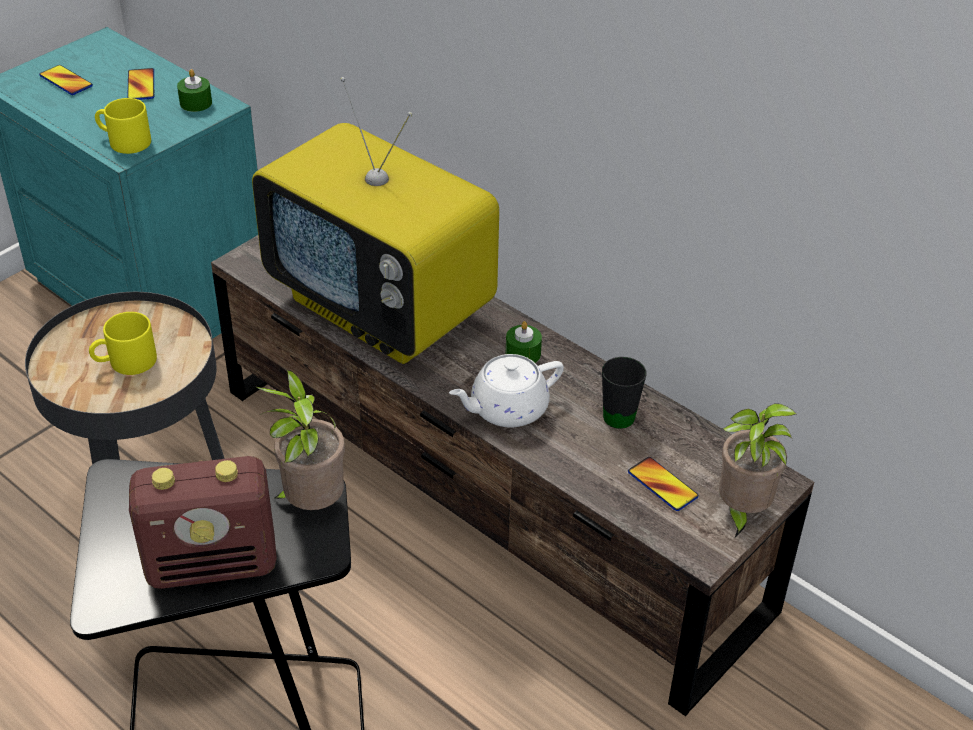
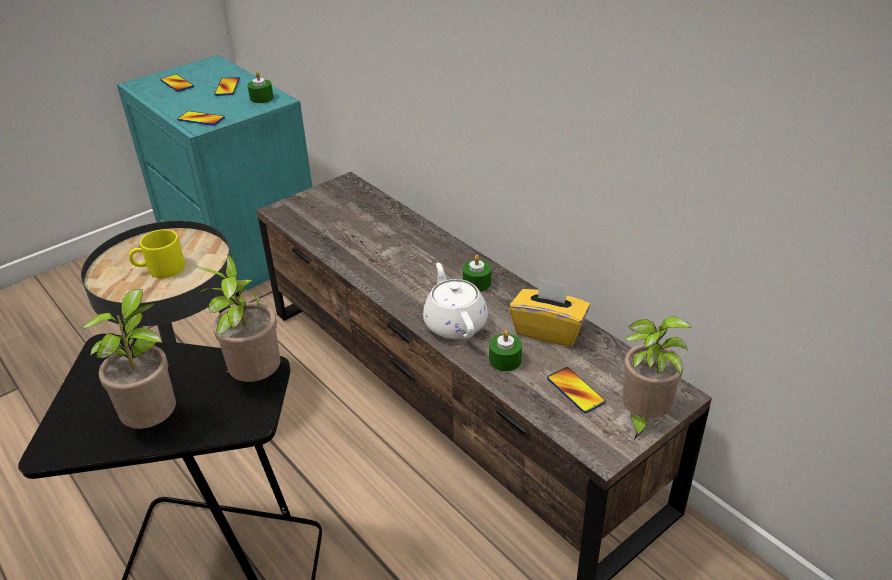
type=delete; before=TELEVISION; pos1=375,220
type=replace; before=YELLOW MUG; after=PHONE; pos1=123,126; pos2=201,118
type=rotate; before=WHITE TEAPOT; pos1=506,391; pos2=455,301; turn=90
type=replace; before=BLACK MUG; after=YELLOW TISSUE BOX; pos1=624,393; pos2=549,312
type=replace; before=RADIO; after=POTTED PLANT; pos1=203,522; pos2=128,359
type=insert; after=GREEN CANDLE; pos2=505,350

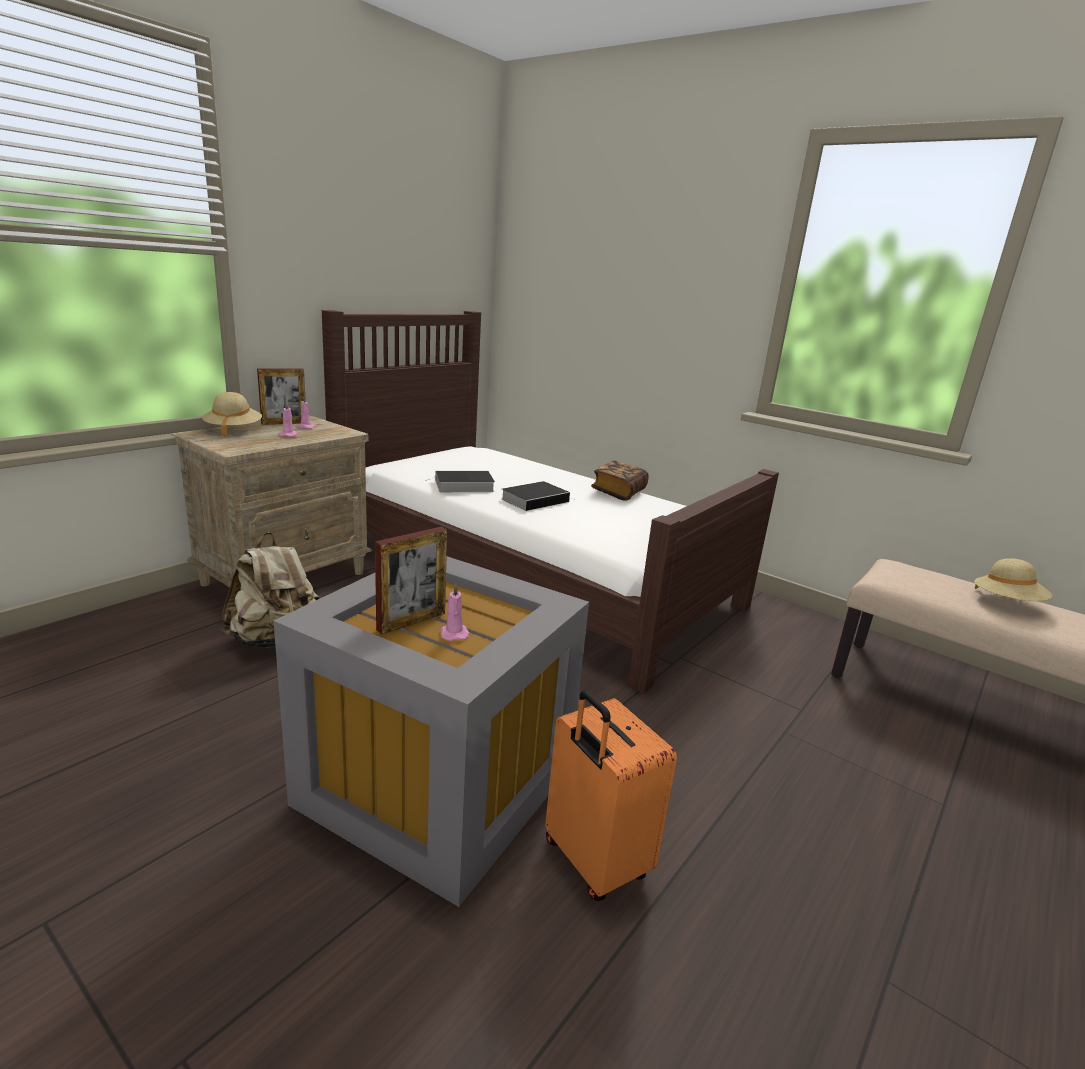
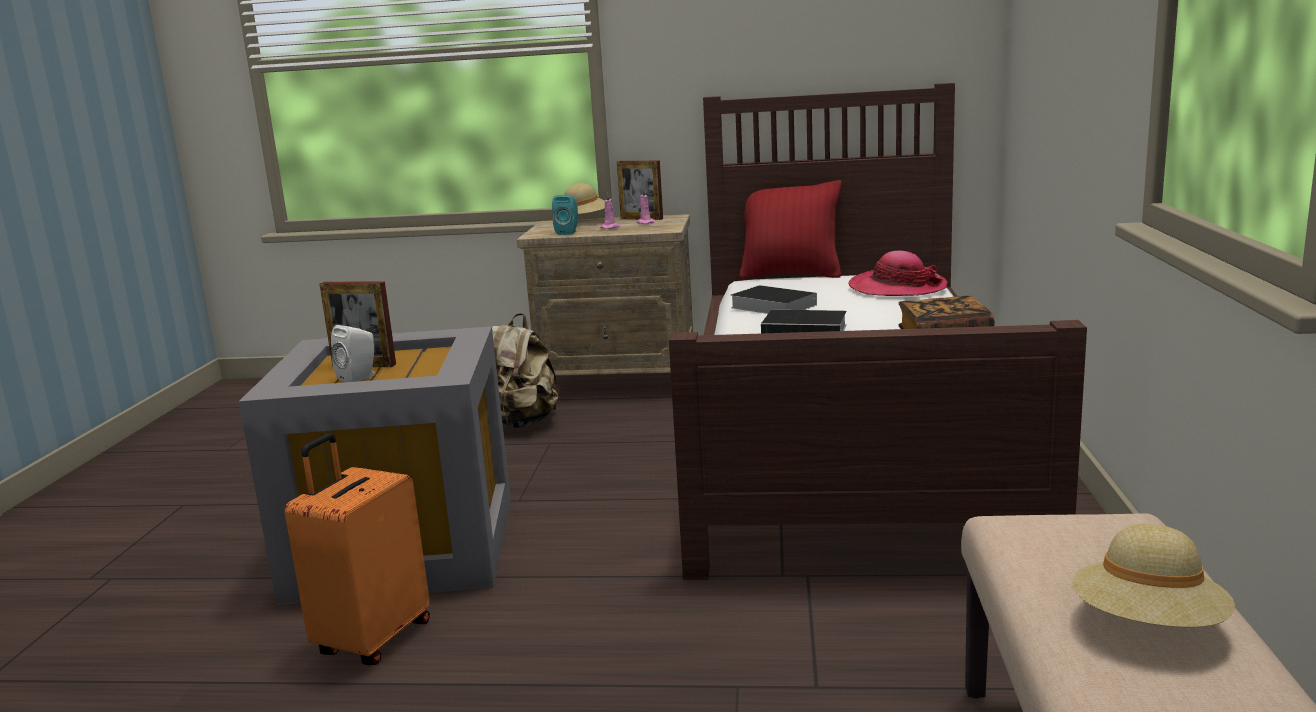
type=replace; before=PINK CANDLE; after=WHITE SPEAKER; pos1=455,612; pos2=353,353
type=insert; after=RED PILLOW; pos2=790,229
type=insert; after=TURQUOISE SPEAKER; pos2=565,215
type=insert; after=HAT; pos2=898,273

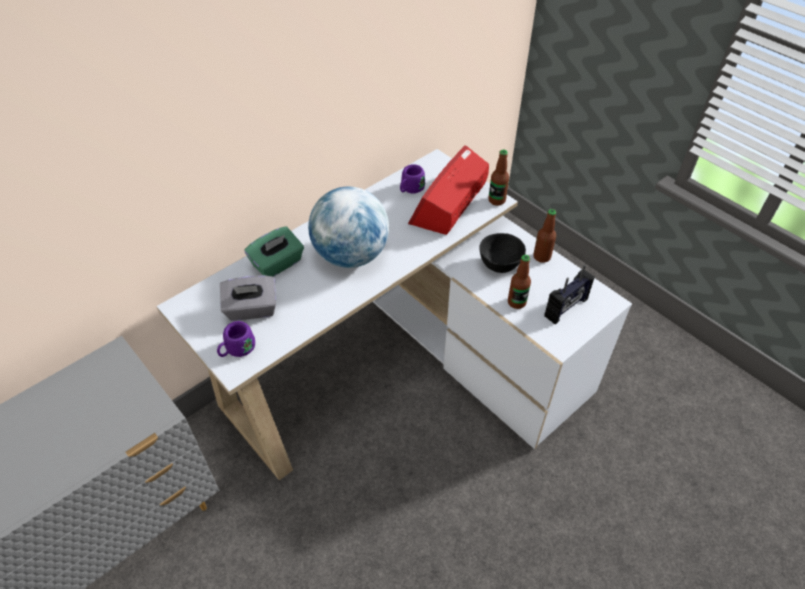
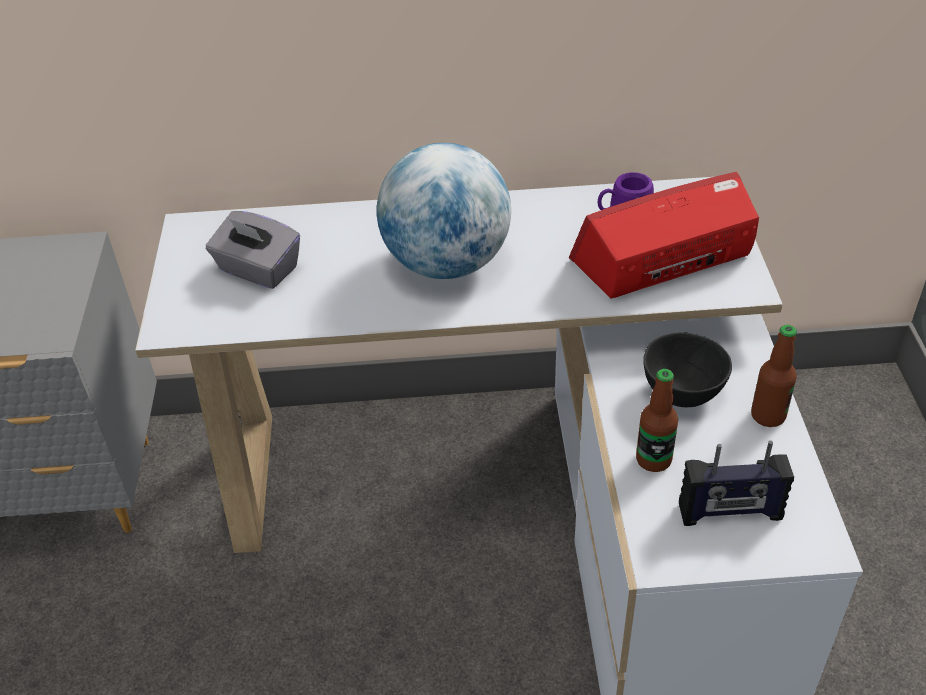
type=delete; before=BOTTLE; pos1=498,178
type=delete; before=GREEN TISSUE BOX; pos1=274,251
type=delete; before=PURPLE MUG; pos1=236,339

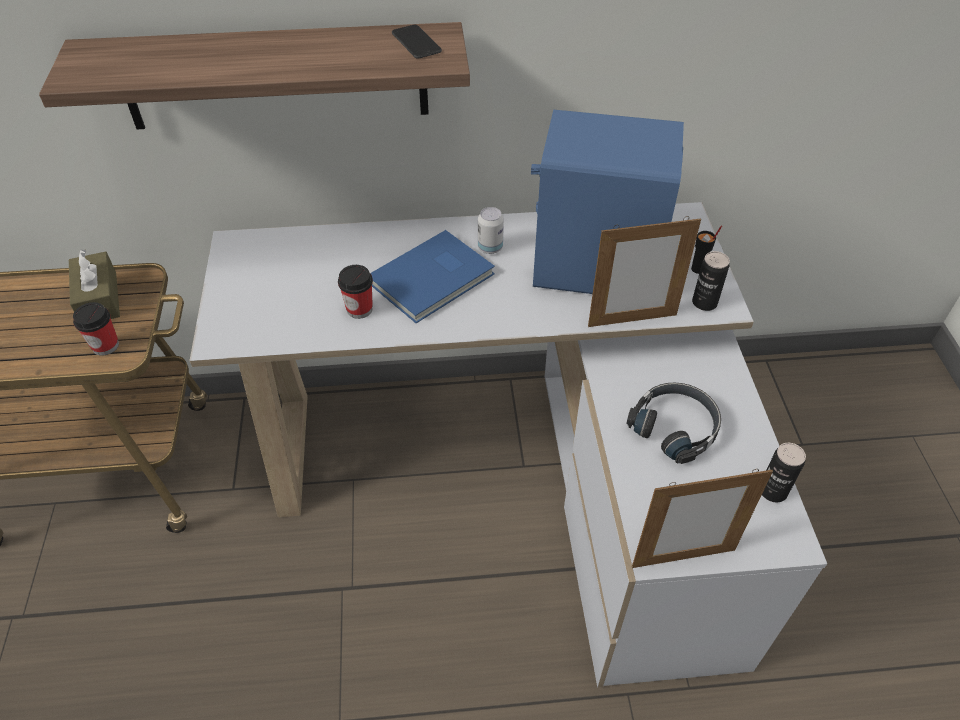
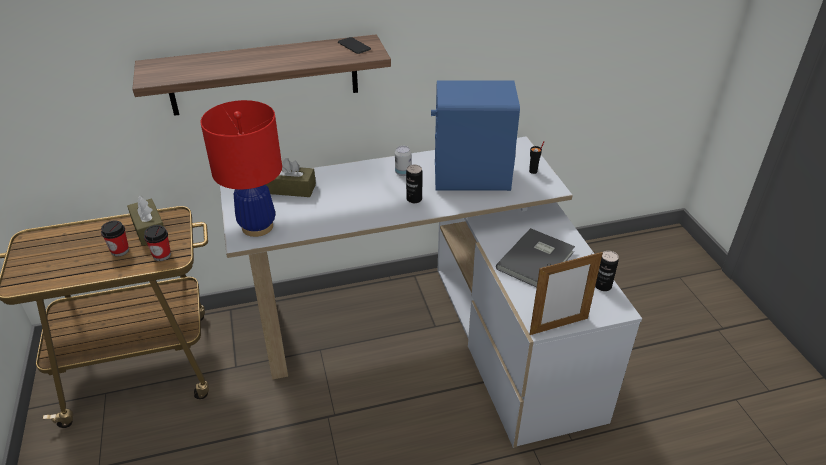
type=delete; before=PICTURE FRAME; pos1=644,271
type=delete; before=BLUE BOOK; pos1=432,276
type=move; before=CAN; pos1=711,281; pos2=414,184
type=move; before=CUP; pos1=355,292; pos2=115,239
type=replace; before=BLACK HEADPHONES; after=GREY BOOK; pos1=673,423; pos2=535,258
type=insert; after=RED TABLE LAMP; pos2=241,168
type=insert; after=BROWN TISSUE BOX; pos2=291,177

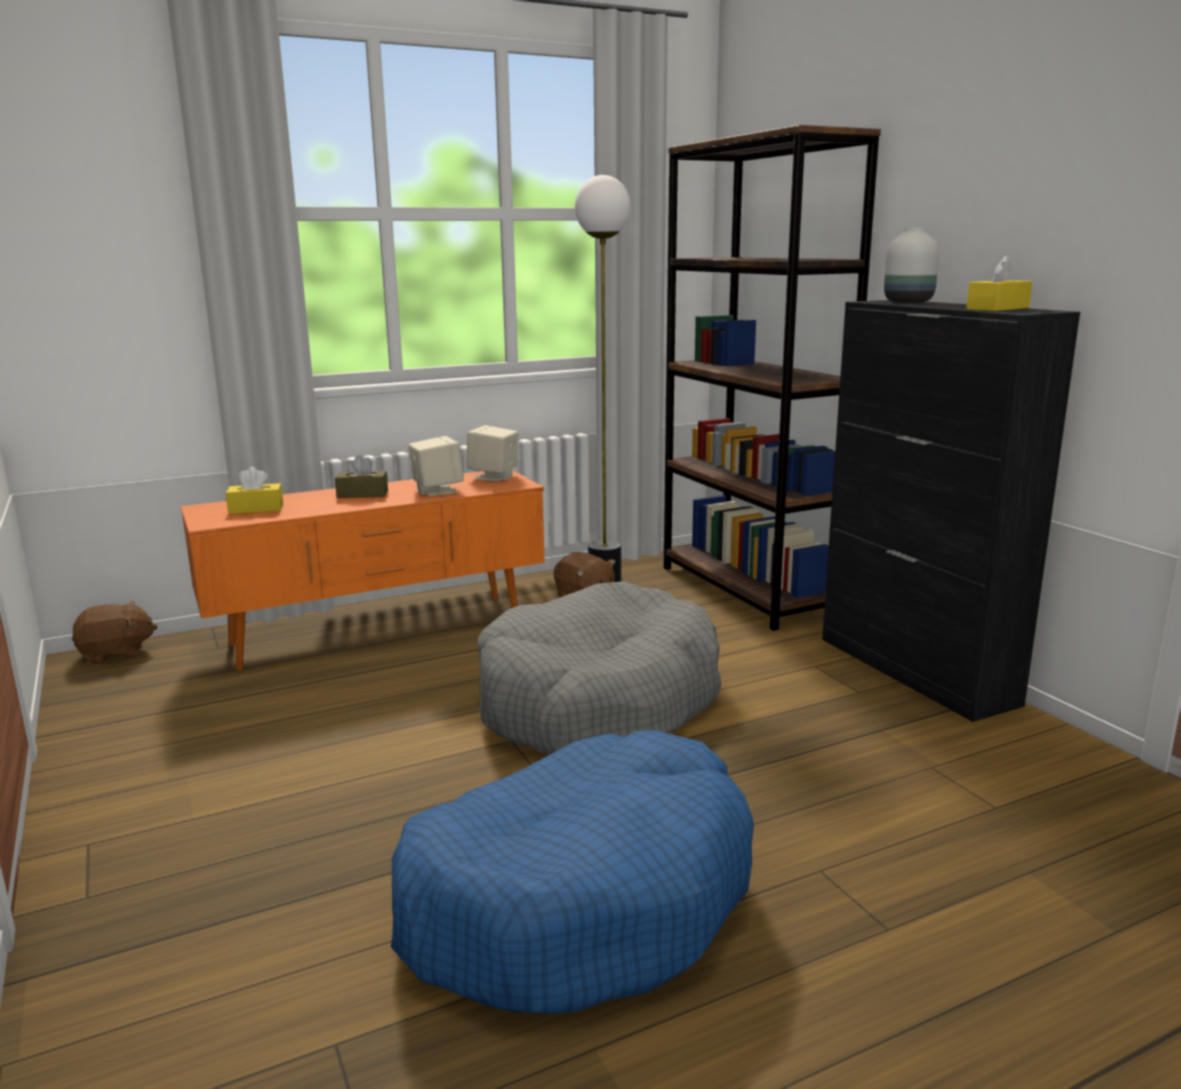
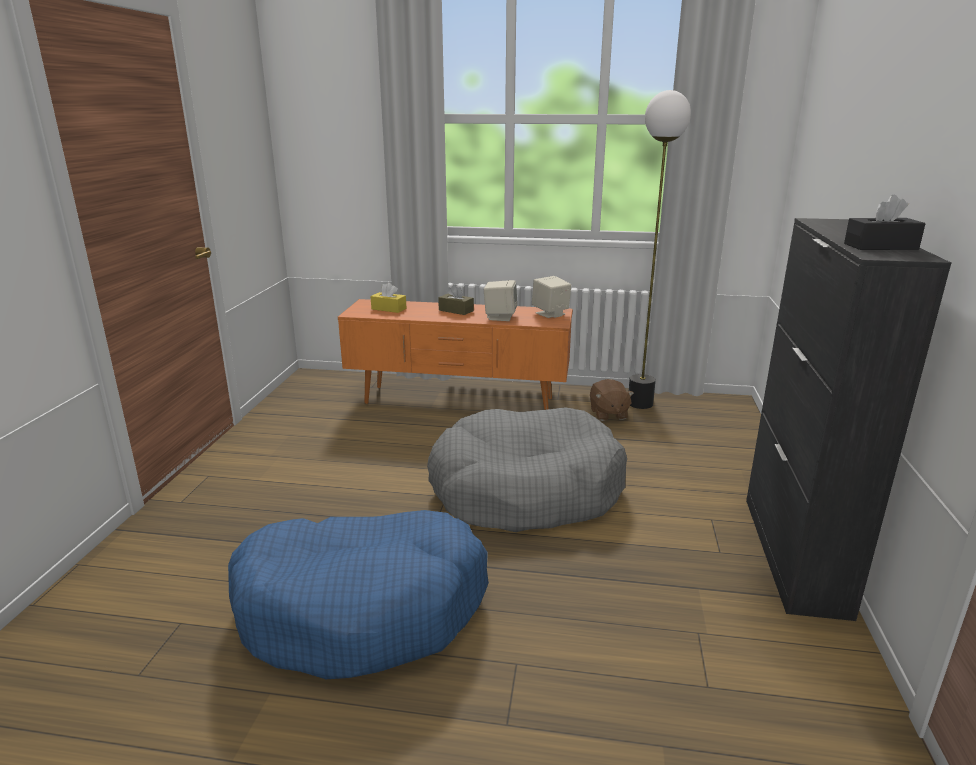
type=delete; before=BROWN BOOKCASE; pos1=772,378
type=delete; before=WHITE VASE; pos1=911,265
type=recolor; before=YELLOW TISSUE BOX; after=BLACK TISSUE BOX; pos1=999,283; pos2=885,222
type=delete; before=BROWN PLUSH TOY; pos1=115,633

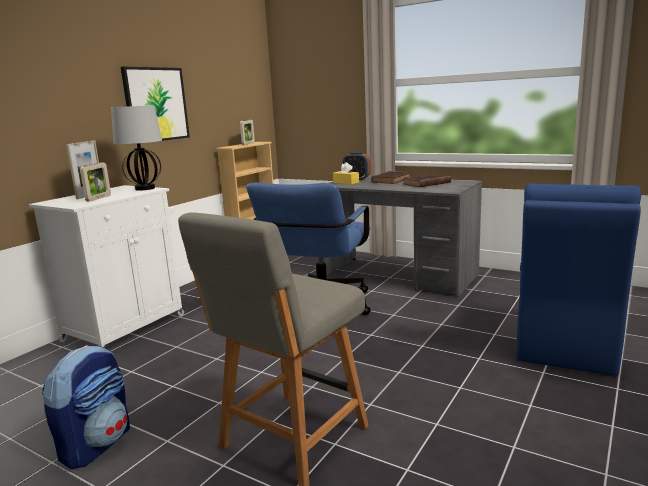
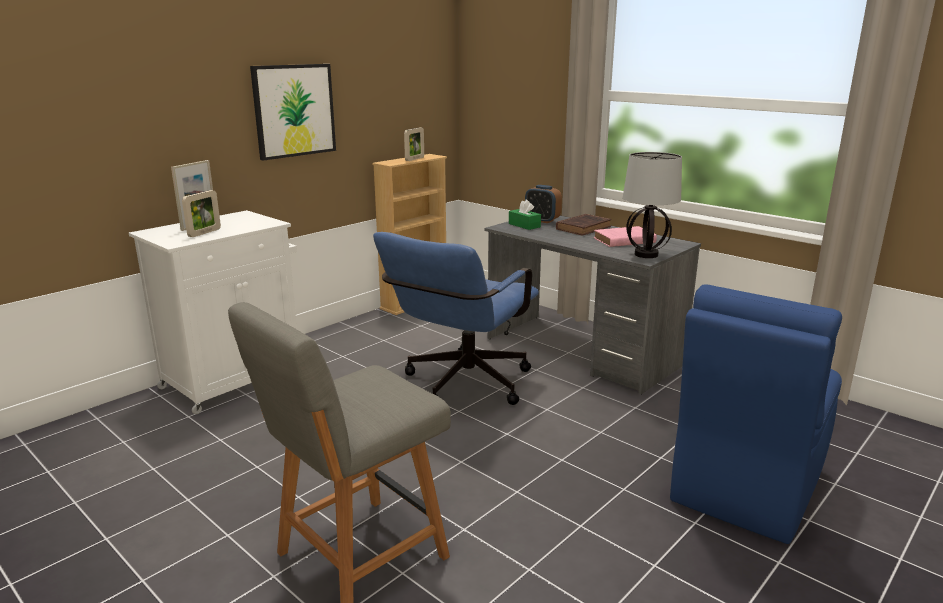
type=move; before=TABLE LAMP; pos1=136,148; pos2=652,205
type=recolor; before=YELLOW TISSUE BOX; after=GREEN TISSUE BOX; pos1=346,173; pos2=525,215
type=recolor; before=BROWN BOOK; after=PINK BOOK; pos1=427,180; pos2=625,236
type=delete; before=BACKPACK; pos1=86,407

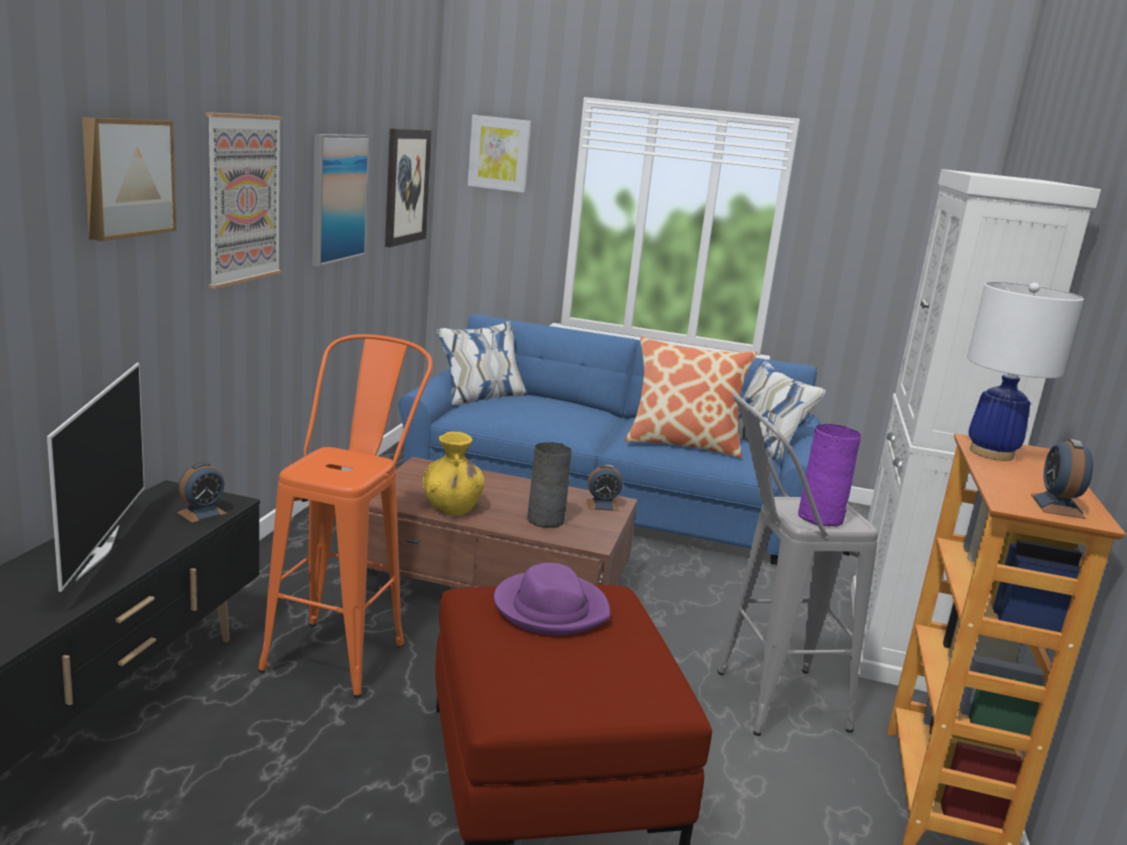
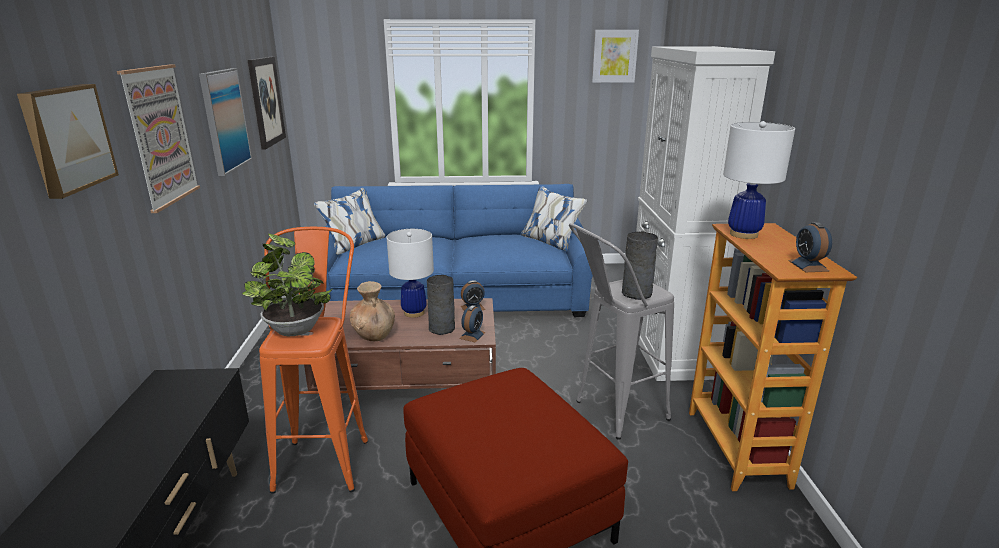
type=move; before=PICTURE; pos1=499,154; pos2=615,56
type=delete; before=PILLOW; pos1=691,397
type=delete; before=TELEVISION; pos1=96,477
type=recolor; before=PURPLE VASE; after=GREY VASE; pos1=829,475; pos2=640,265
type=recolor; before=YELLOW VASE; after=BROWN VASE; pos1=454,474; pos2=372,311
type=move; before=ALARM CLOCK; pos1=202,492; pos2=472,324
type=delete; before=PURPLE HAT; pos1=552,599
type=insert; after=WHITE TABLE LAMP; pos2=410,273
type=insert; after=POTTED PLANT; pos2=287,285

